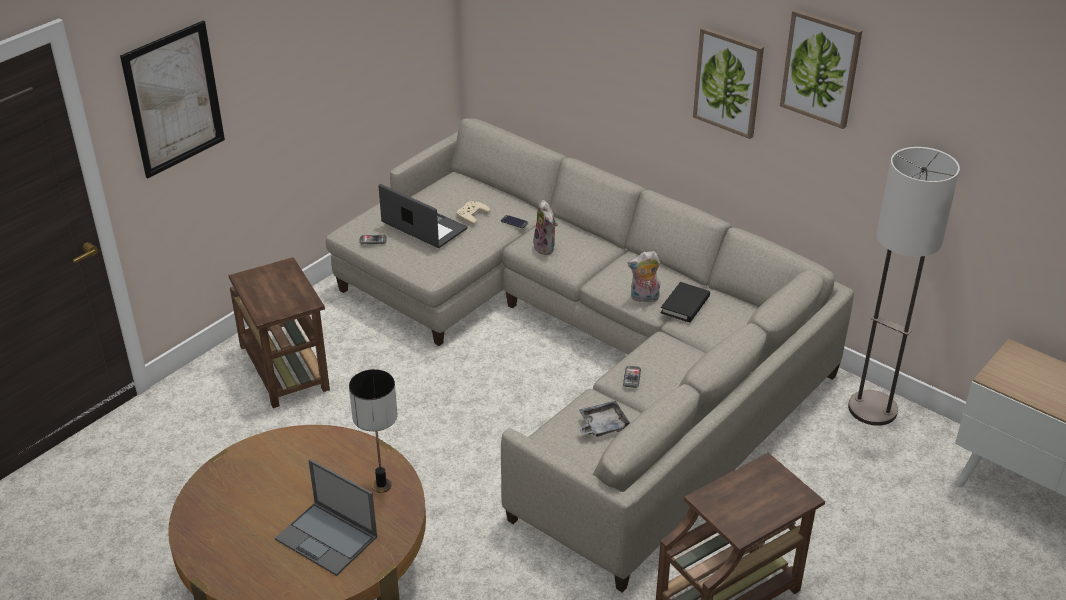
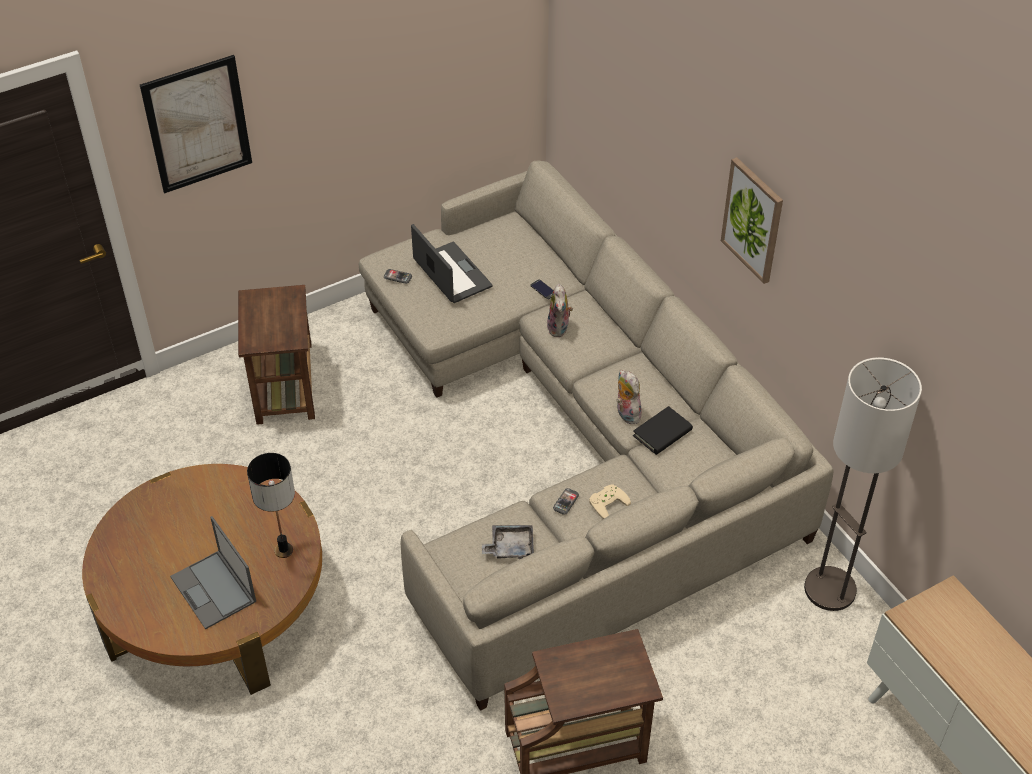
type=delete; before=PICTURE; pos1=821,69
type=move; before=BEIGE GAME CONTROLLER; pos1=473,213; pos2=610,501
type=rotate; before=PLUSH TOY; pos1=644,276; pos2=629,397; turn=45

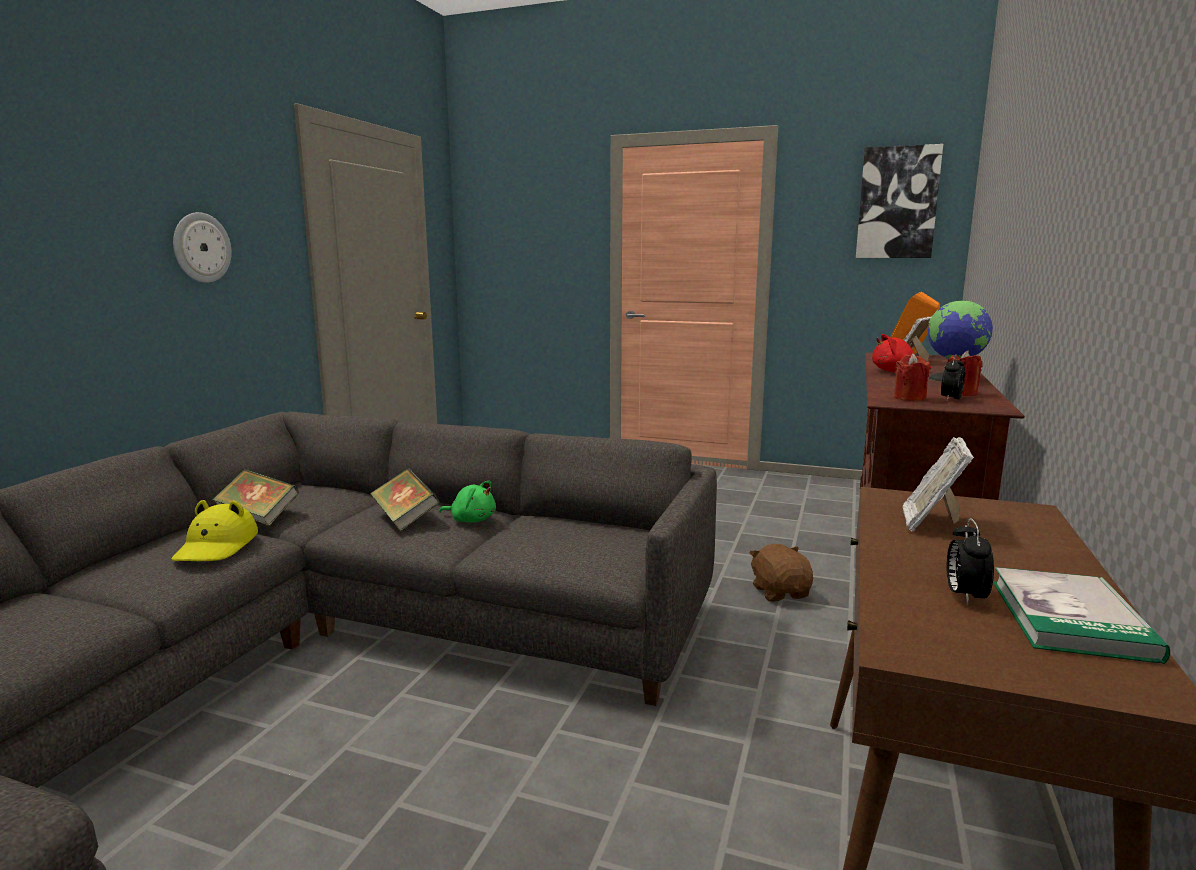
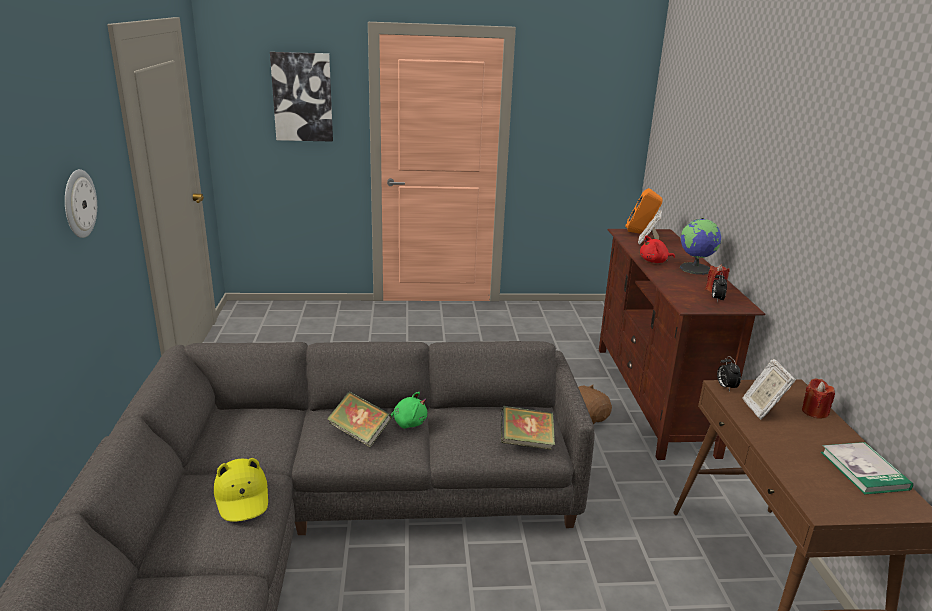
type=move; before=PICTURE; pos1=899,201; pos2=301,97
type=move; before=RED CANDLE; pos1=912,377; pos2=818,398
type=move; before=BOOK; pos1=256,497; pos2=528,428
type=move; before=ALARM CLOCK; pos1=970,562; pos2=729,374

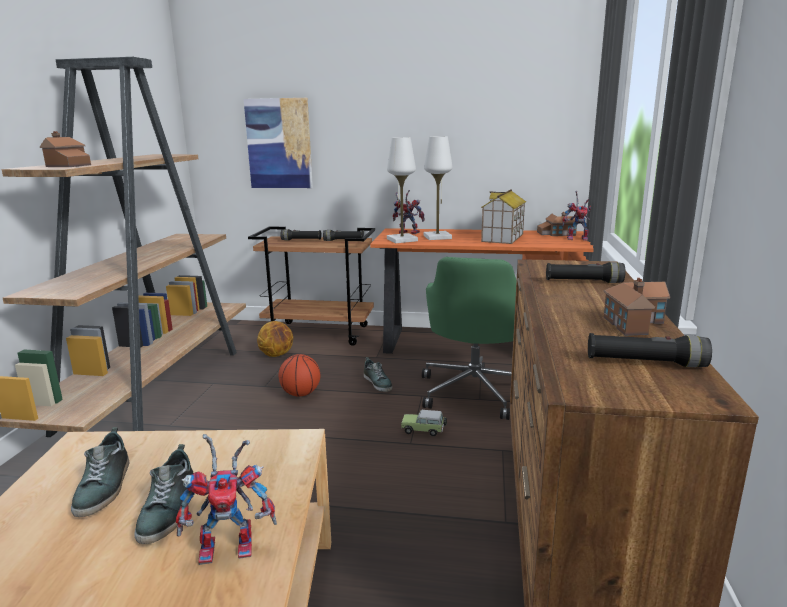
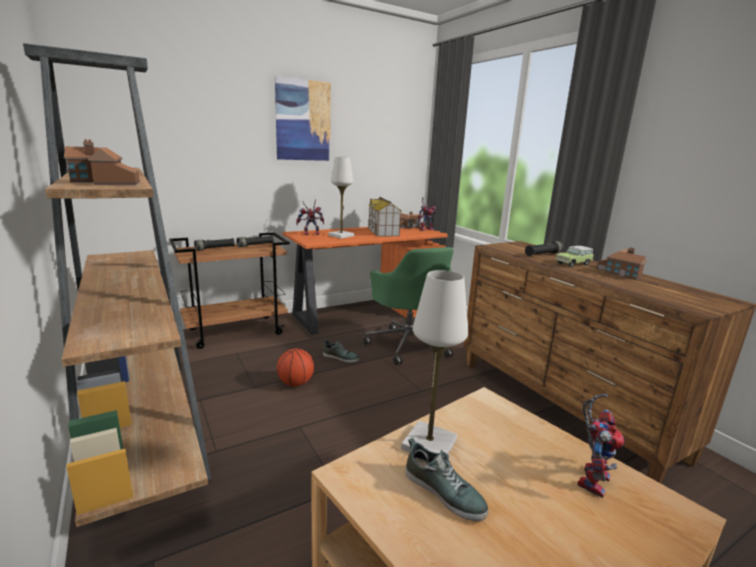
type=move; before=PICTURE; pos1=278,143; pos2=303,118
type=move; before=WHITE TABLE LAMP; pos1=402,190; pos2=434,362
type=delete; before=BASKETBALL; pos1=275,339
type=delete; before=BLACK FLASHLIGHT; pos1=650,350
type=move; before=TOY CAR; pos1=424,423; pos2=574,256
type=delete; before=SHOE; pos1=163,494

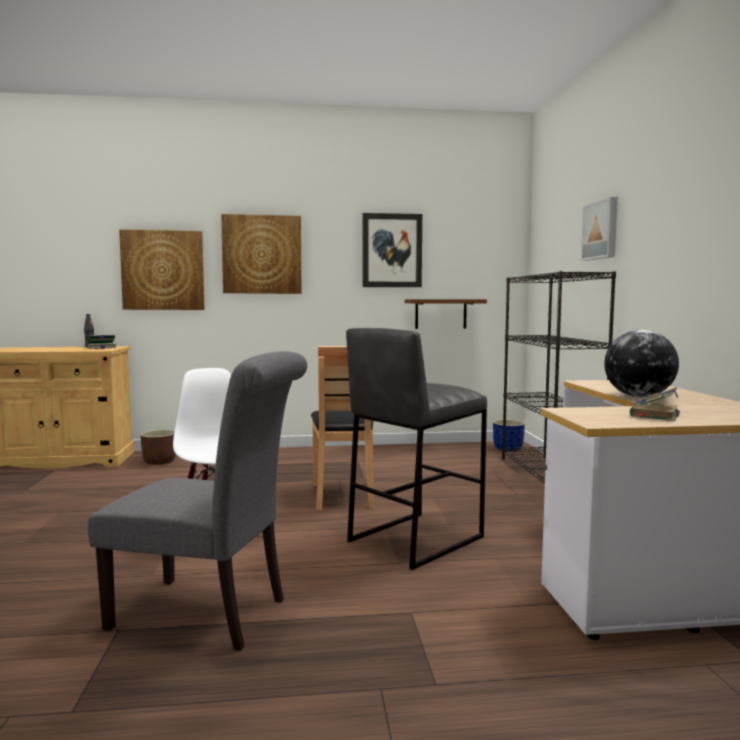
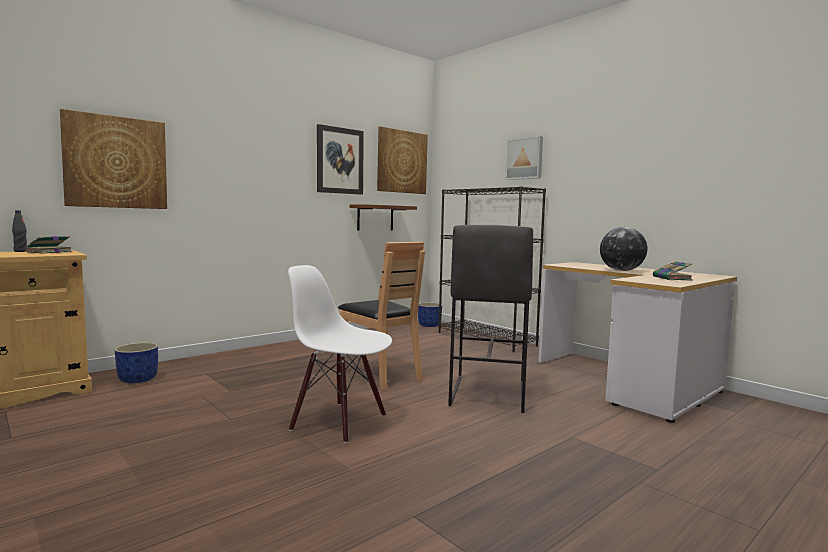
type=move; before=PICTURE; pos1=261,254; pos2=402,160
type=delete; before=GREY CHAIR; pos1=197,501
type=recolor; before=BROWN PLANTER; after=BLUE PLANTER; pos1=158,447; pos2=136,362

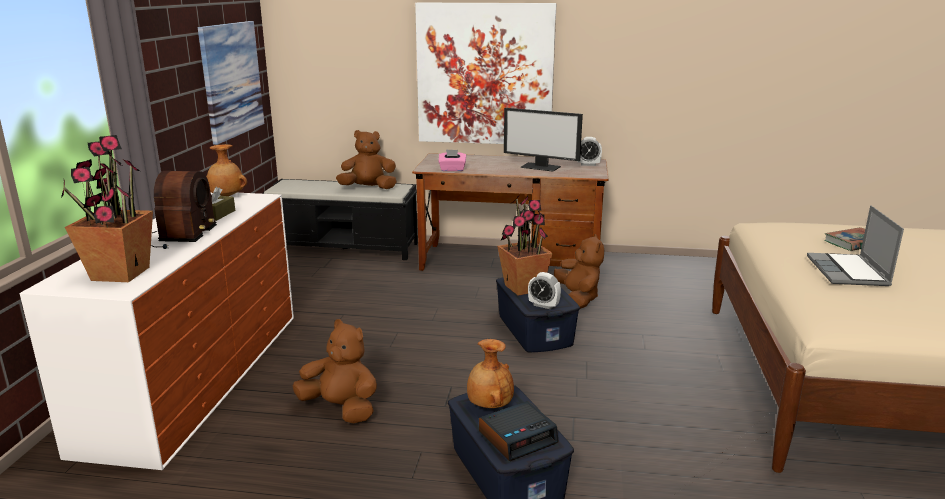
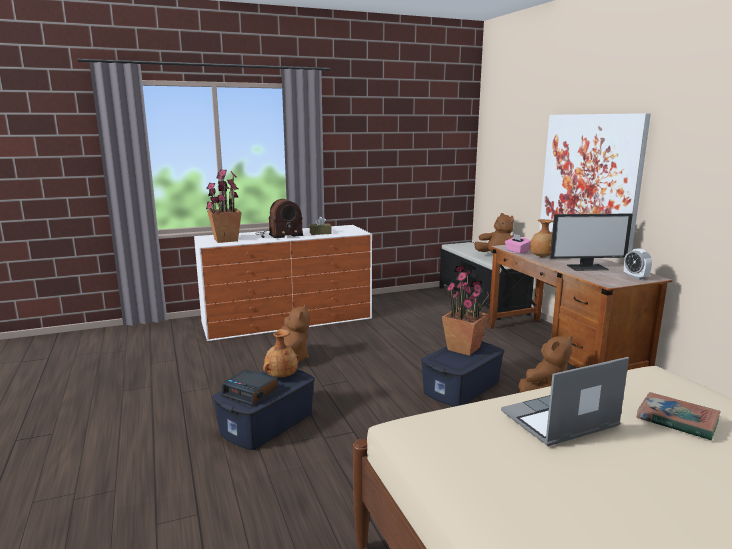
type=delete; before=PICTURE; pos1=231,83
type=rotate; before=MONITOR; pos1=543,140; pos2=591,242; turn=-90
type=move; before=BROWN VASE; pos1=226,170; pos2=541,238
type=delete; before=ALARM CLOCK; pos1=544,290

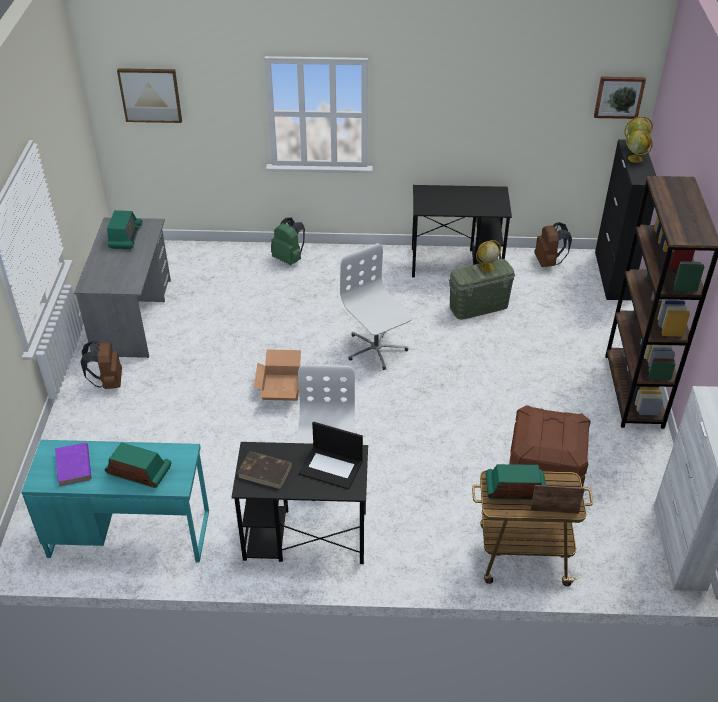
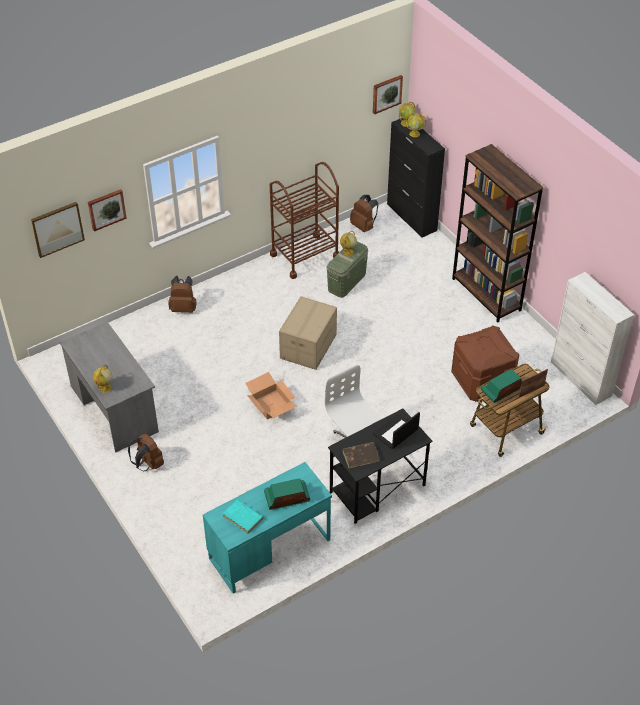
type=replace; before=BLACK DESK; after=BROWN CART; pos1=462,231; pos2=304,220
type=delete; before=RADIO; pos1=125,229
type=recolor; before=GREEN BACKPACK; after=BROWN BACKPACK; pos1=288,241; pos2=182,294
type=replace; before=WHITE OFFICE CHAIR; after=CARDBOARD BOX; pos1=376,306; pos2=308,333
type=rotate; before=LAPTOP; pos1=331,456; pos2=396,430; turn=150
type=recolor; before=PURPLE BOOK; after=TURQUOISE BOOK; pos1=73,465; pos2=243,517
type=insert; after=PICTURE; pos2=107,210
type=insert; after=GLOBE; pos2=103,378

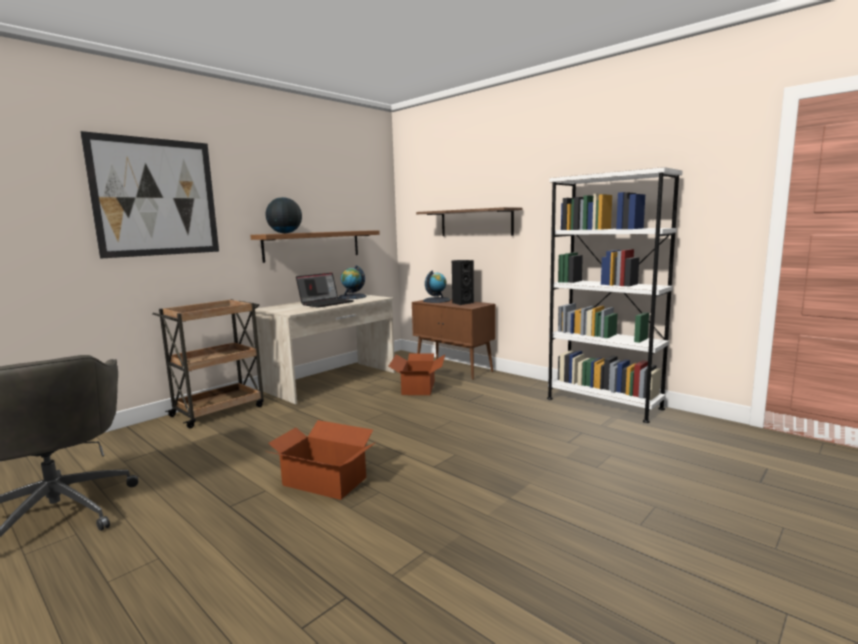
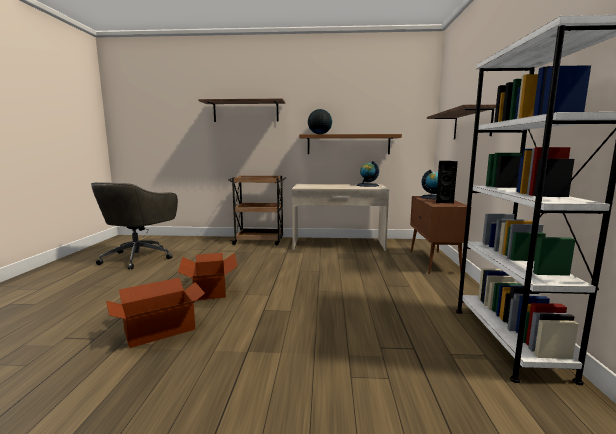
type=replace; before=PICTURE; after=SHELF; pos1=149,195; pos2=241,110
type=delete; before=LAPTOP; pos1=325,290
type=move; before=CARDBOARD BOX; pos1=416,374; pos2=155,313

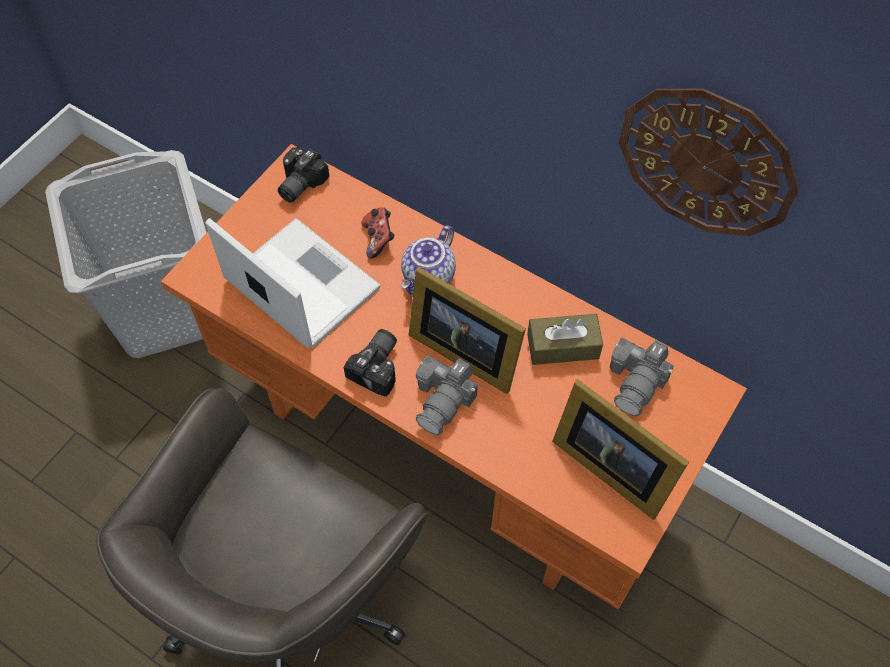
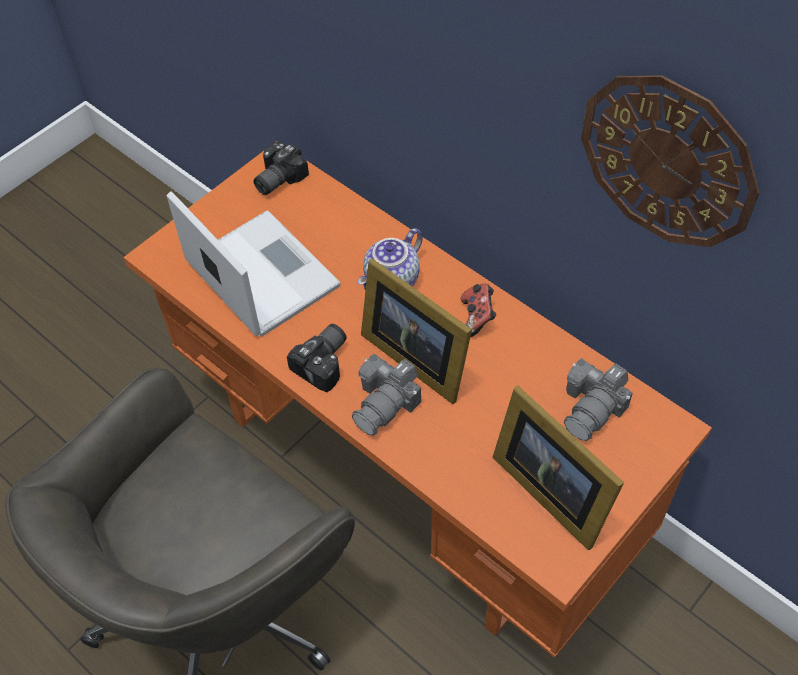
type=delete; before=GREY LAUNDRY BASKET; pos1=125,254
type=move; before=GAME CONTROLLER; pos1=378,233; pos2=478,310
type=delete; before=BROWN TISSUE BOX; pos1=565,339

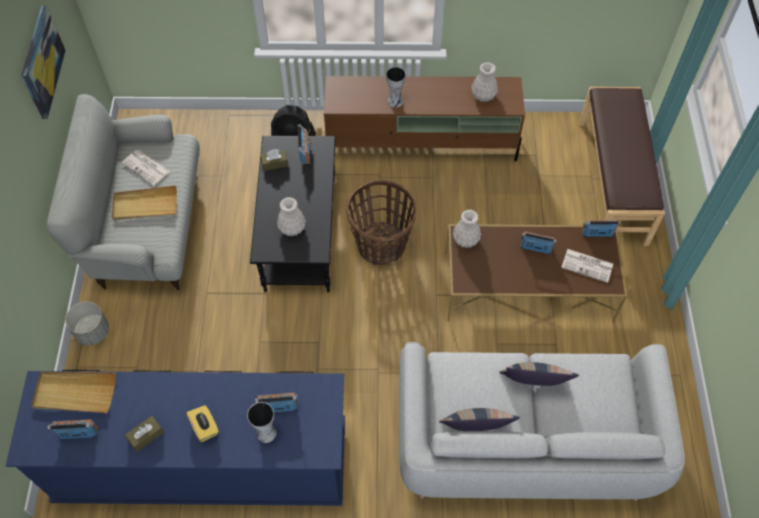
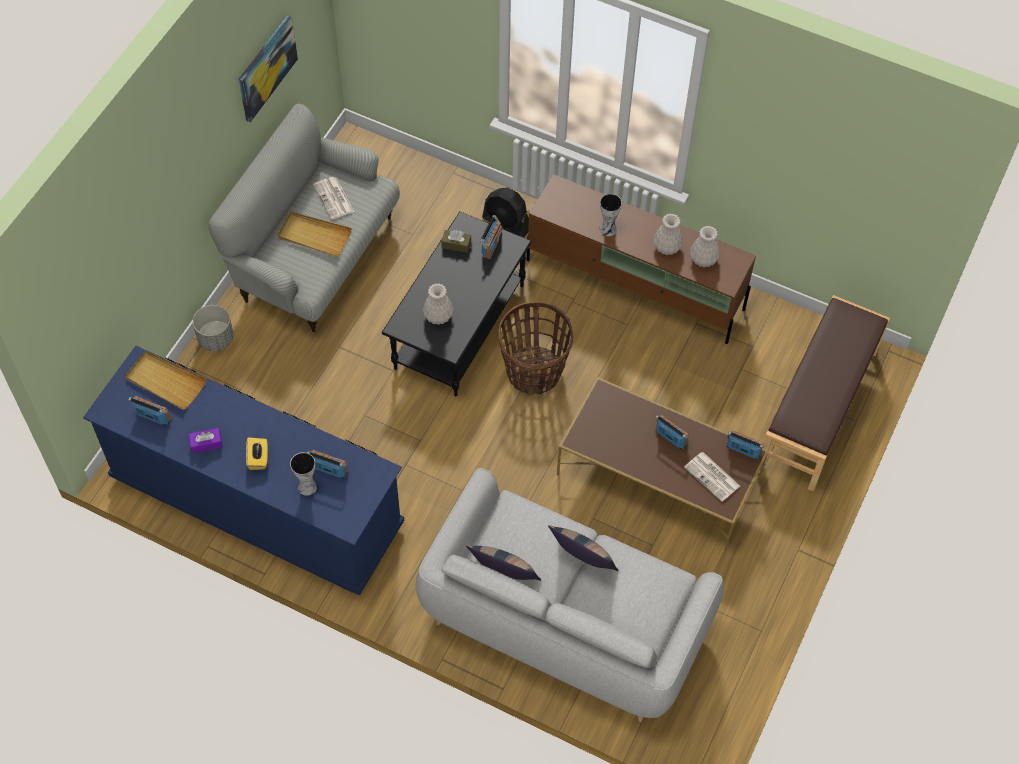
type=move; before=WHITE VASE; pos1=467,229; pos2=668,234
type=recolor; before=BROWN TISSUE BOX; after=PURPLE TISSUE BOX; pos1=144,434; pos2=206,440

